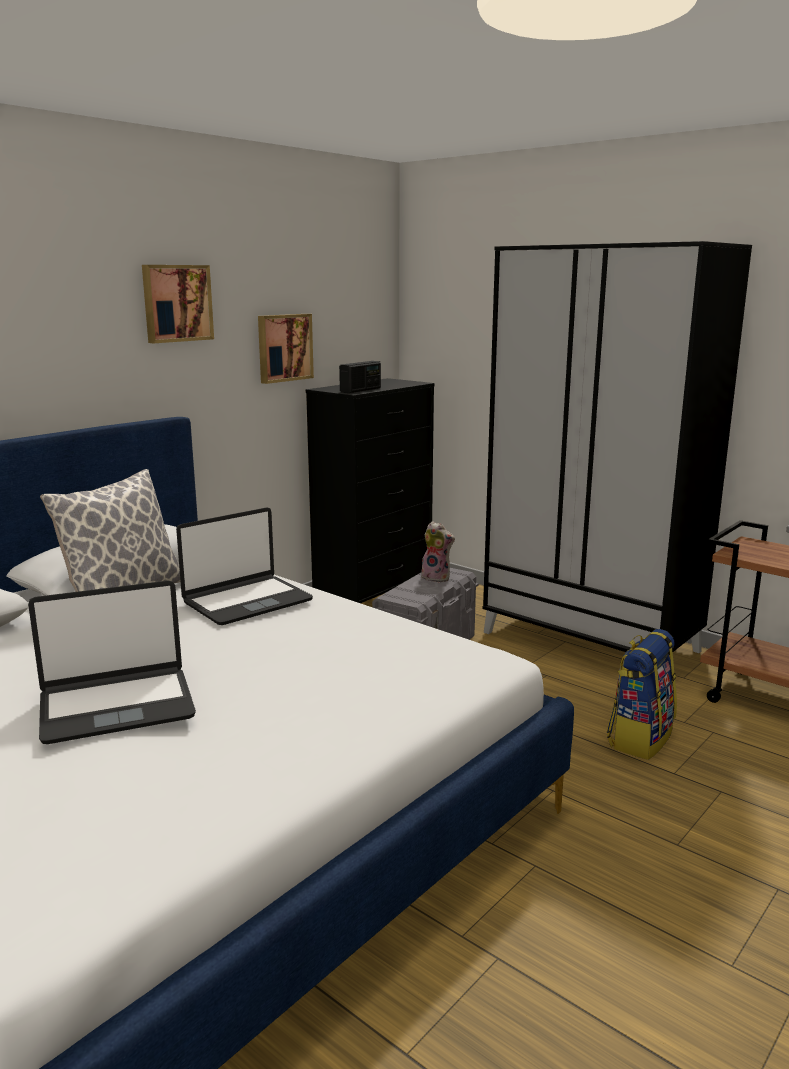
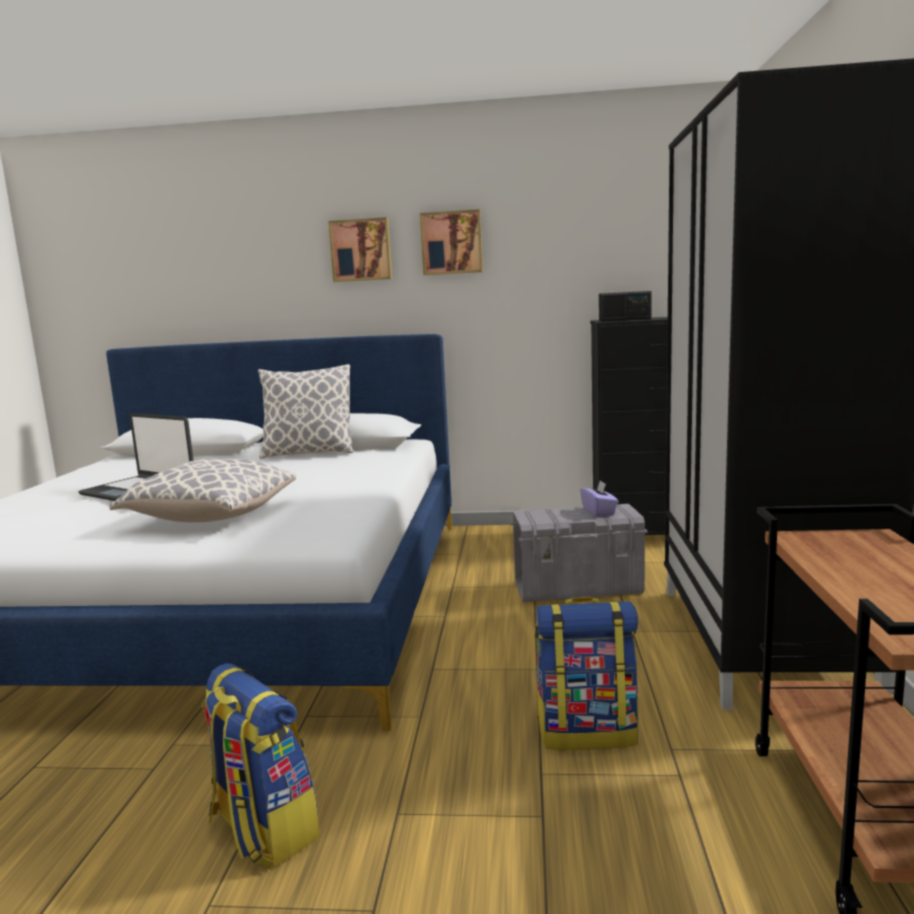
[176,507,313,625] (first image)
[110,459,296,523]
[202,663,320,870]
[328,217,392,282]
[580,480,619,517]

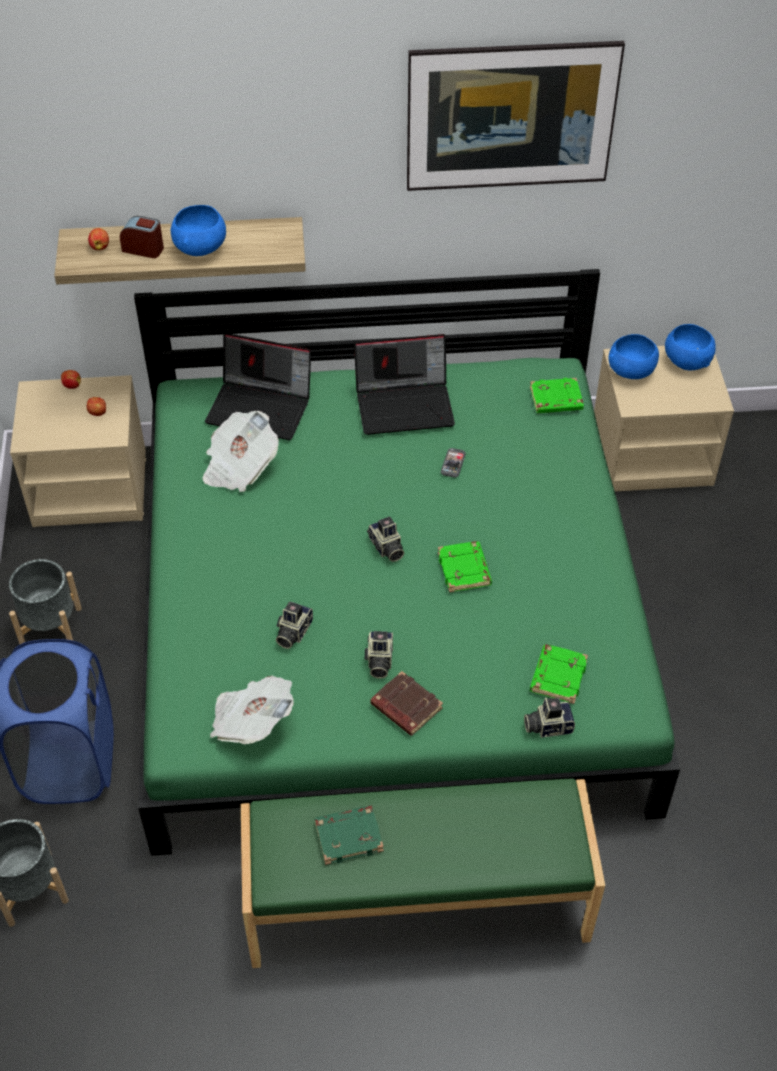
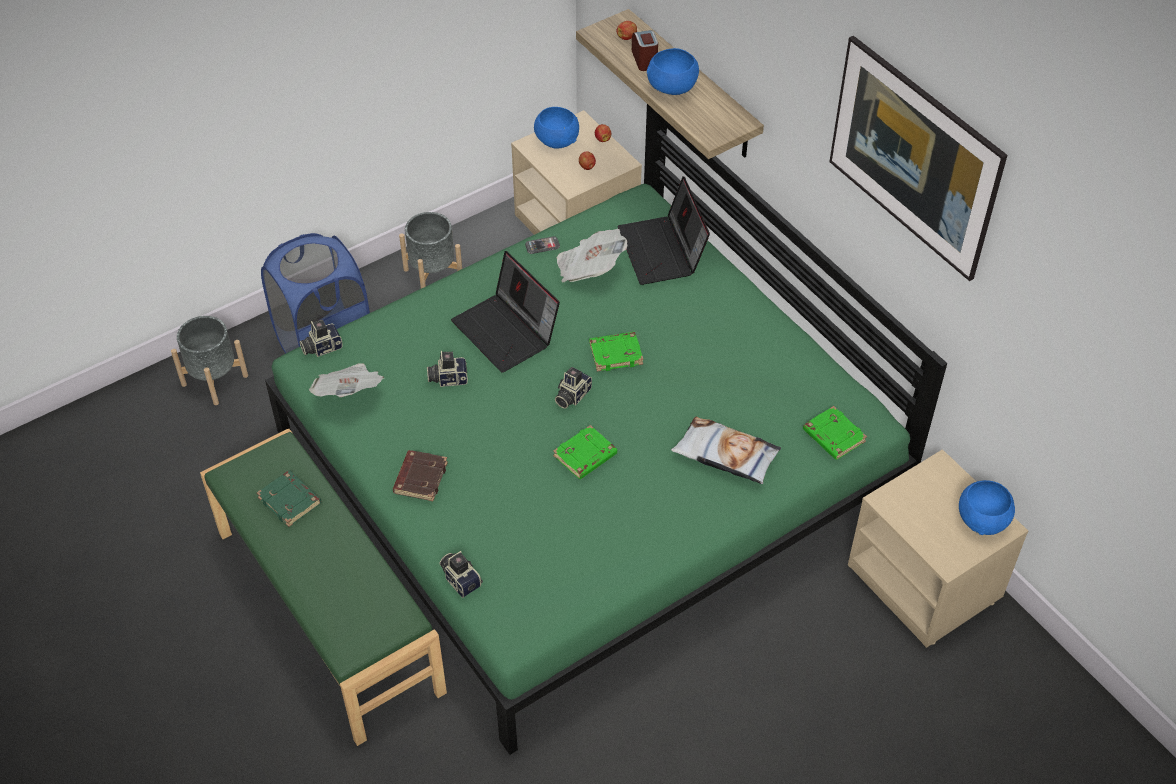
[671,416,781,484]
[451,251,560,373]
[299,319,343,357]
[525,236,560,254]
[589,332,644,372]
[534,107,579,149]

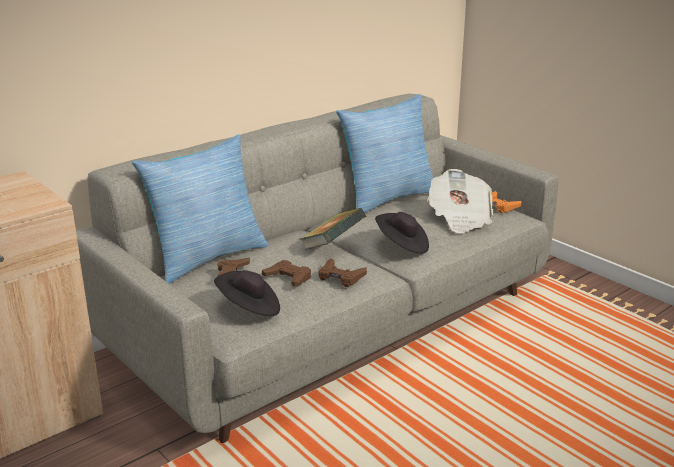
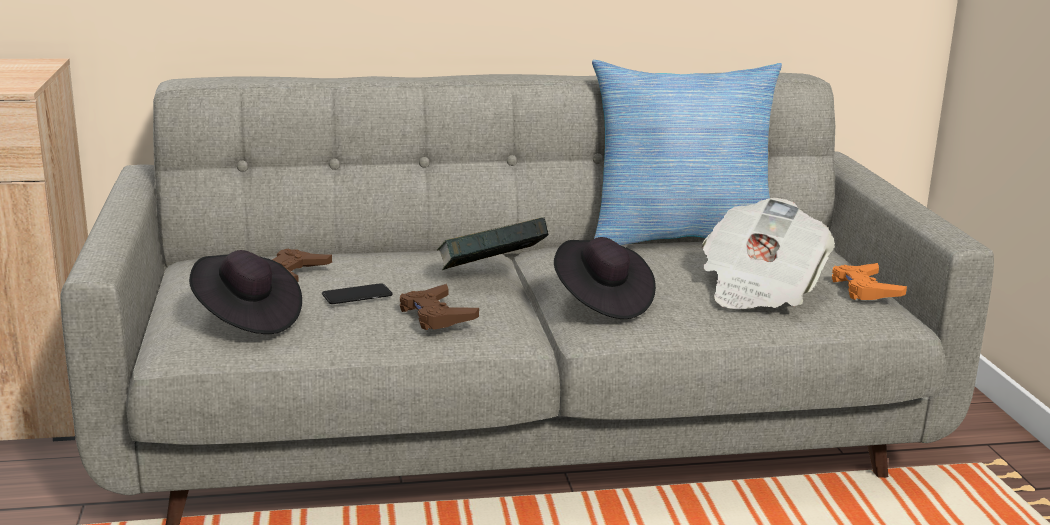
[132,134,269,284] (first image)
[322,283,393,304]

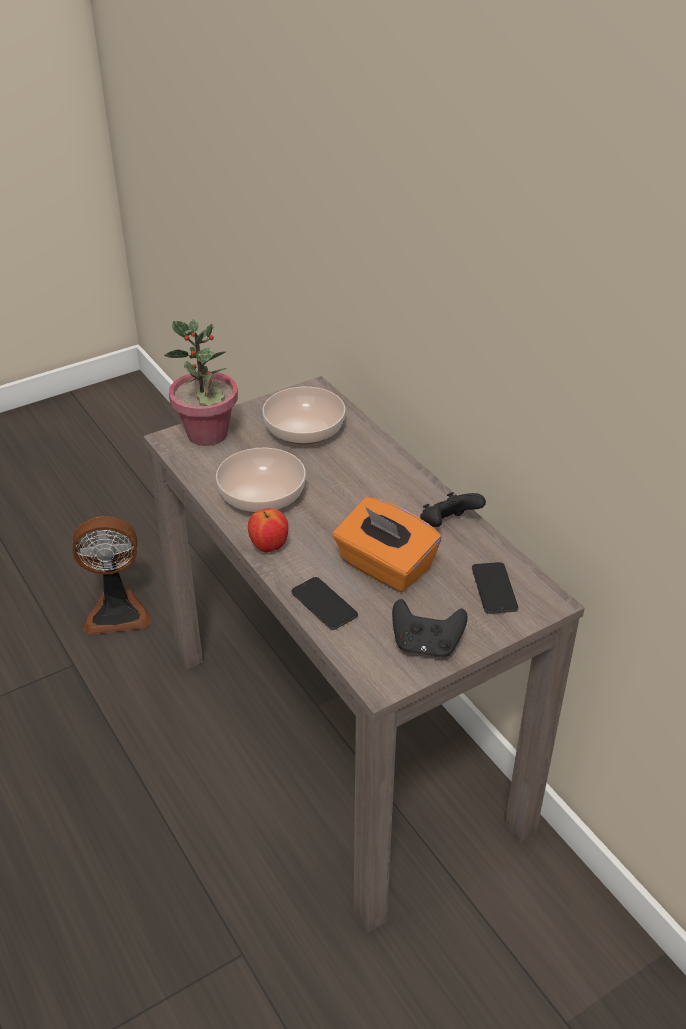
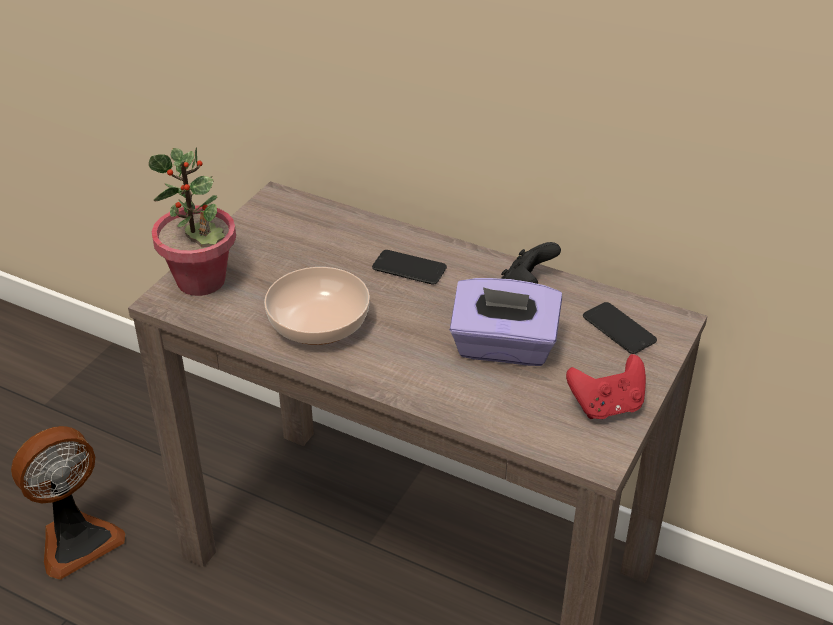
[248,508,288,553] (first image)
[262,387,346,445] (first image)
[372,250,447,285]
[450,278,562,366]
[566,354,646,419]

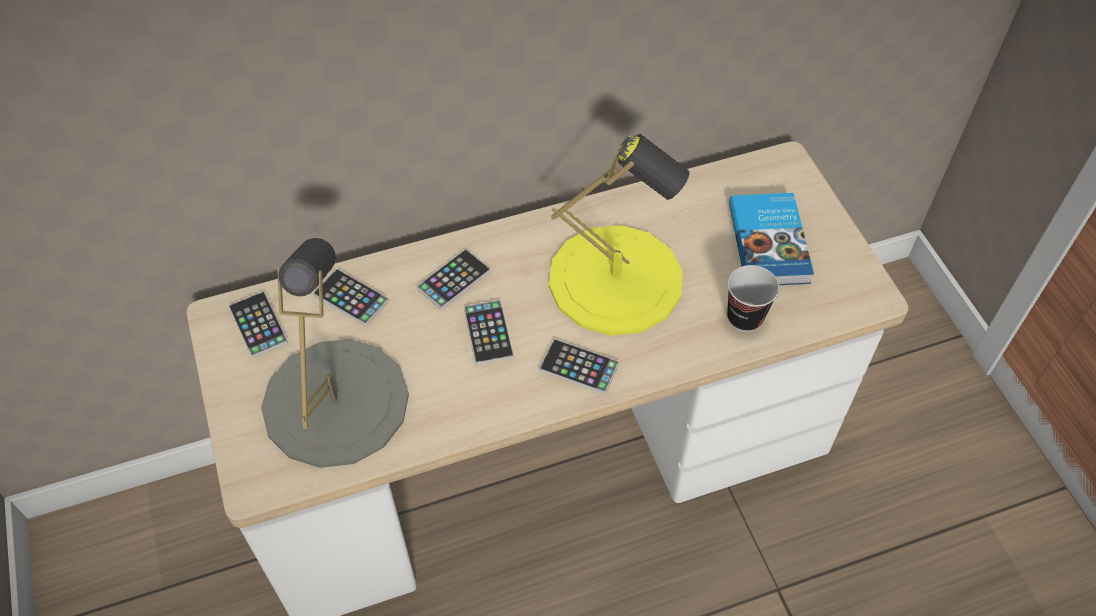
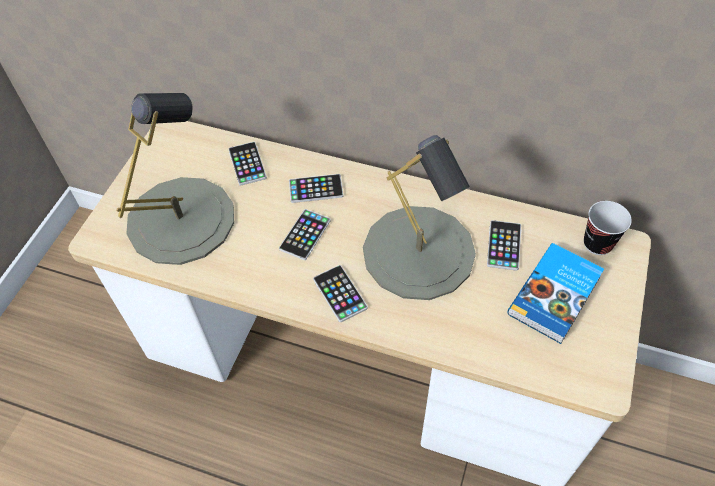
[487,220,521,271]
[584,201,632,255]
[363,135,476,300]

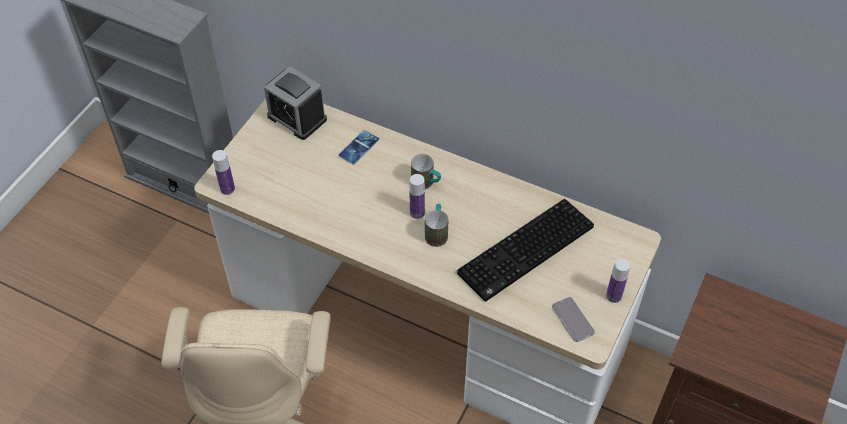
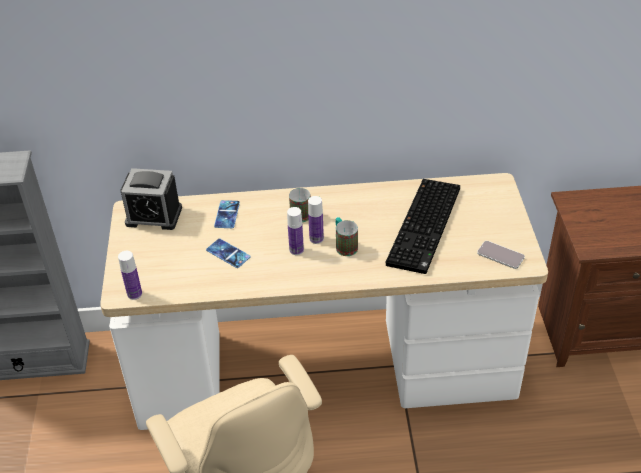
[206,239,251,268]
[287,207,304,255]

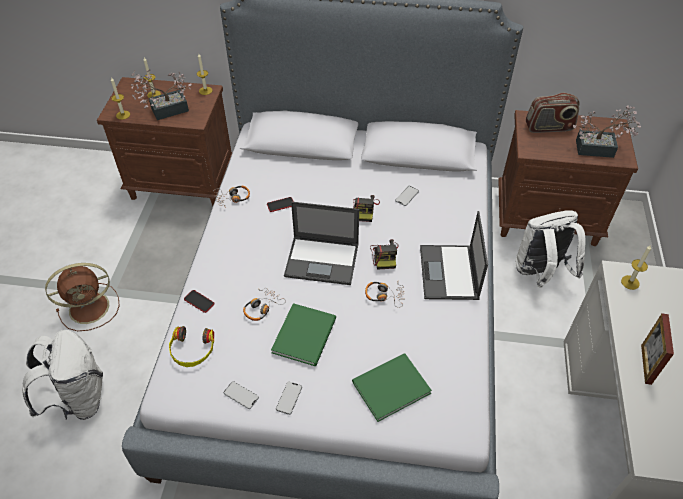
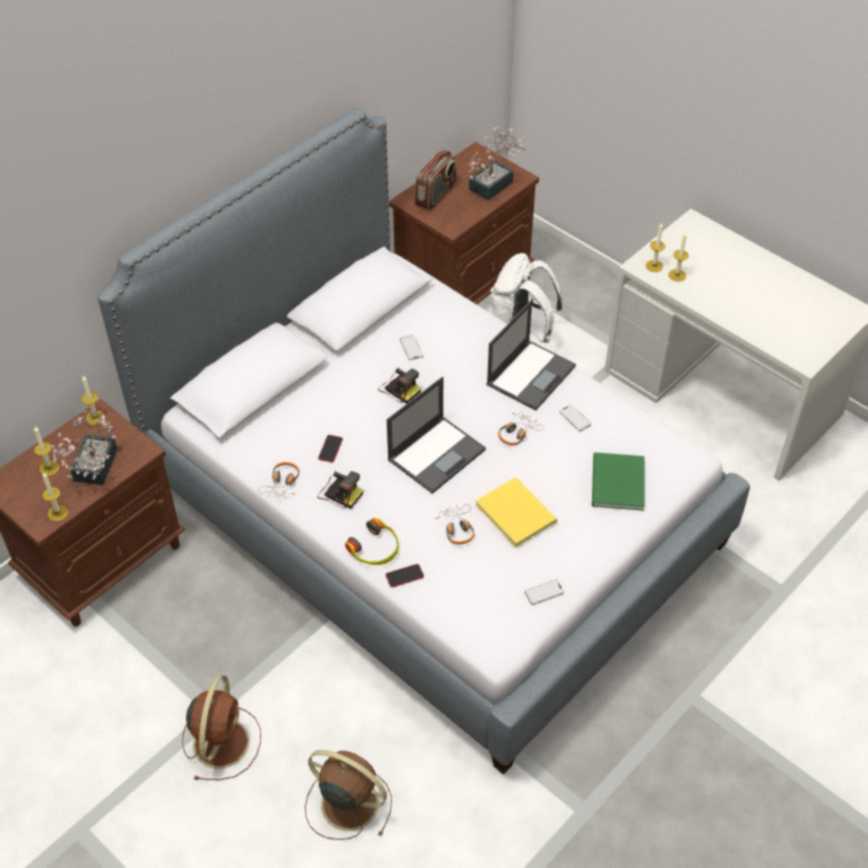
[641,313,674,385] (first image)
[668,232,689,281]
[345,518,399,565]
[559,405,591,432]
[317,471,363,509]
[305,750,392,840]
[475,477,557,547]
[486,300,576,411]

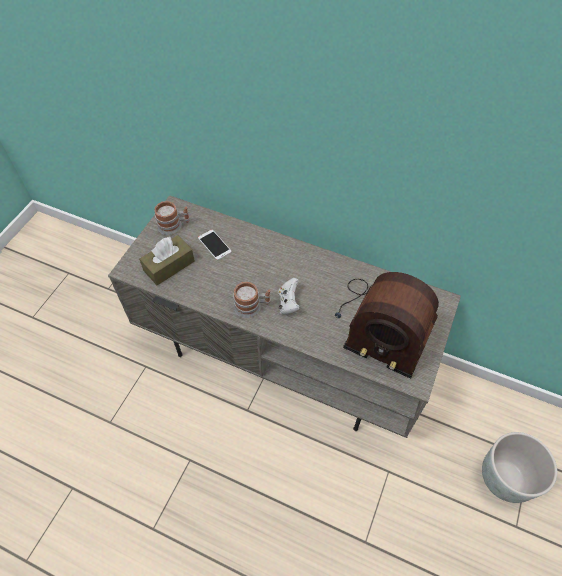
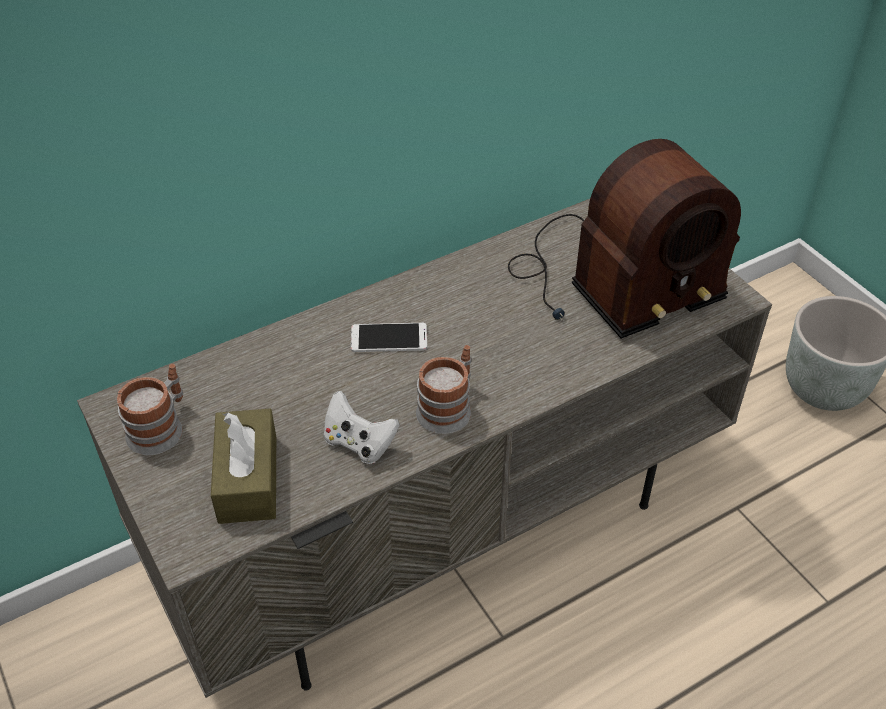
[351,323,427,352]
[324,391,400,464]

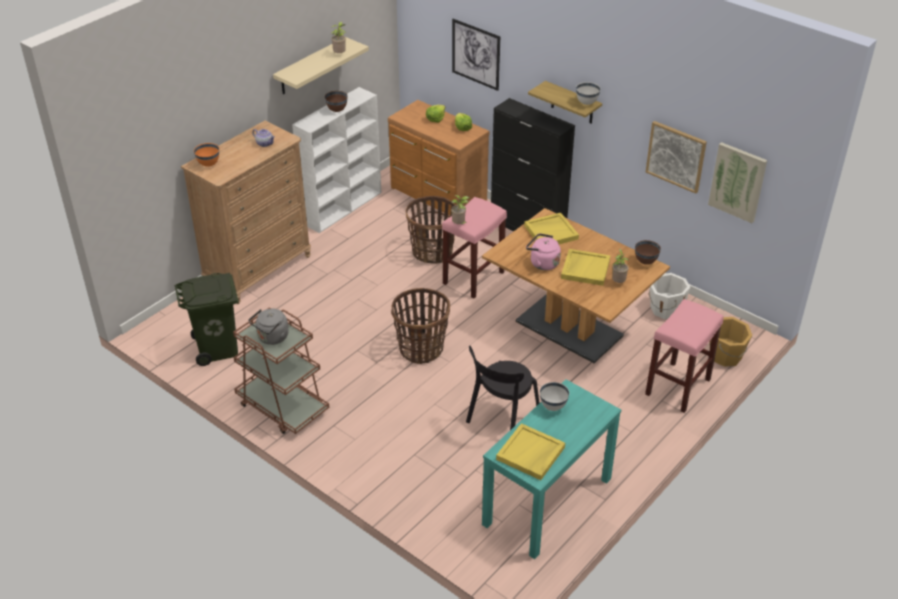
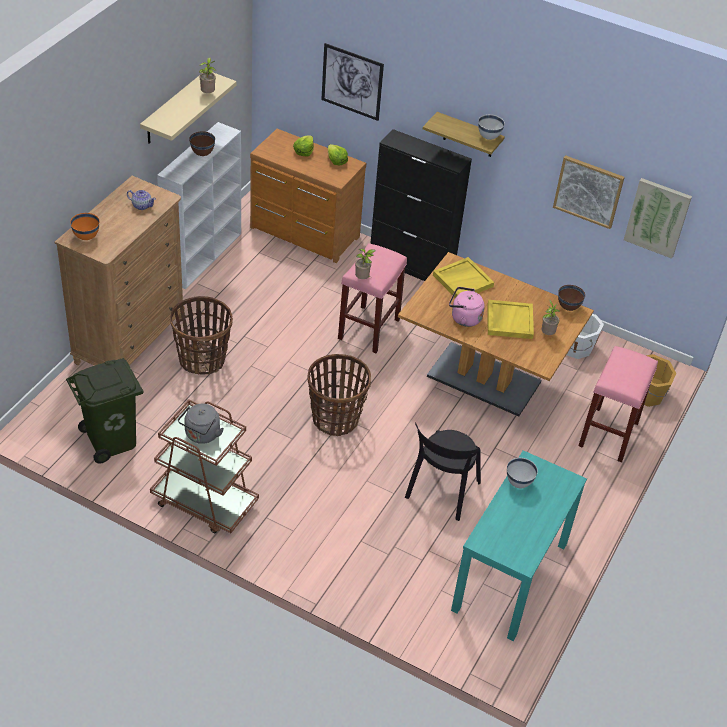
[496,423,565,480] (first image)
[170,296,233,374]

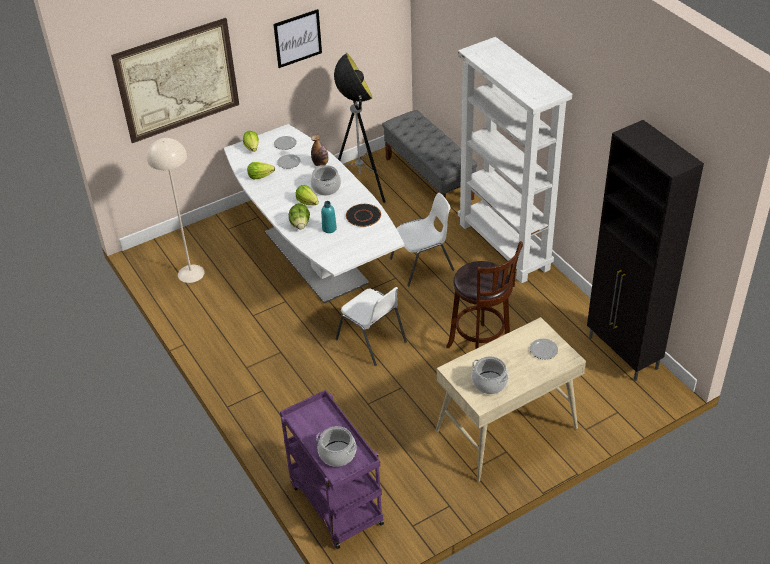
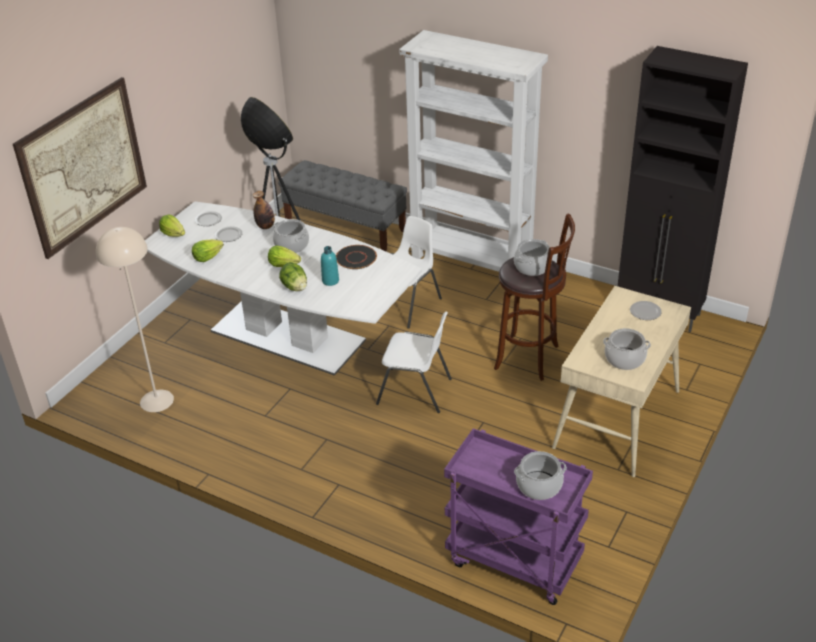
[273,9,322,68] (first image)
[514,239,552,276]

